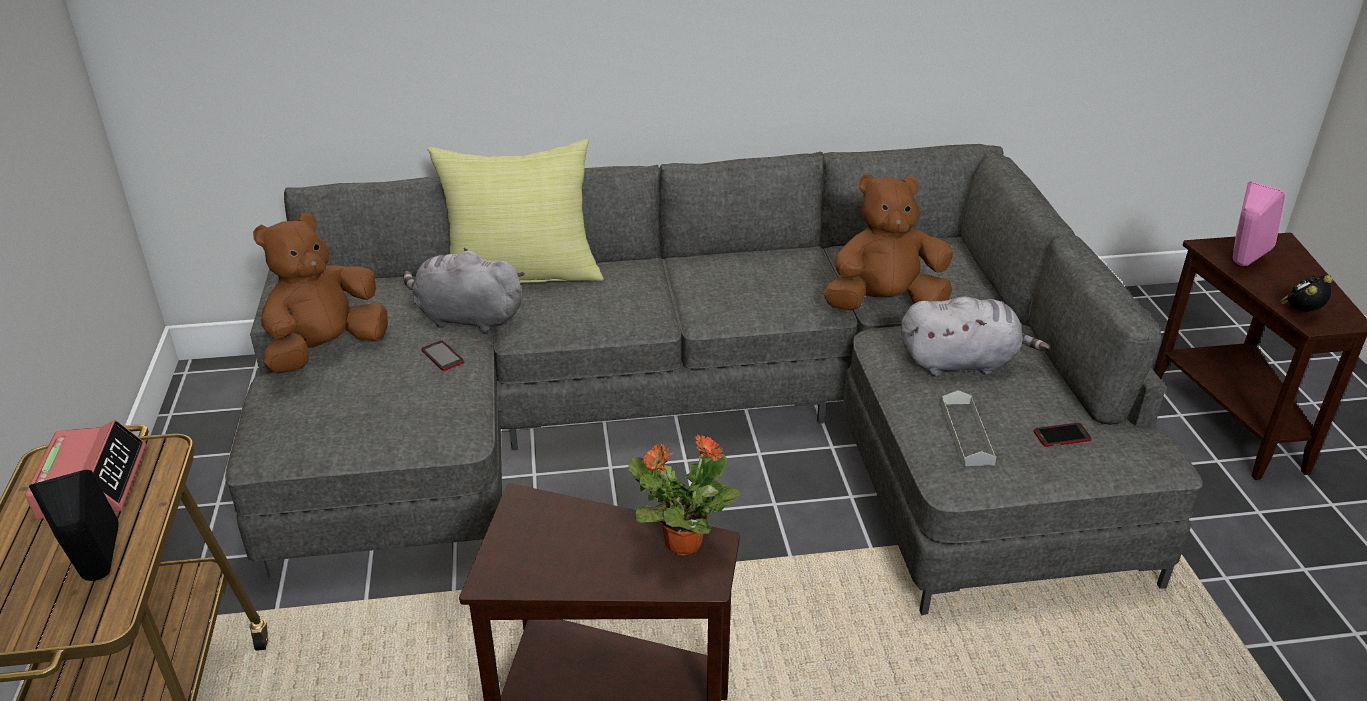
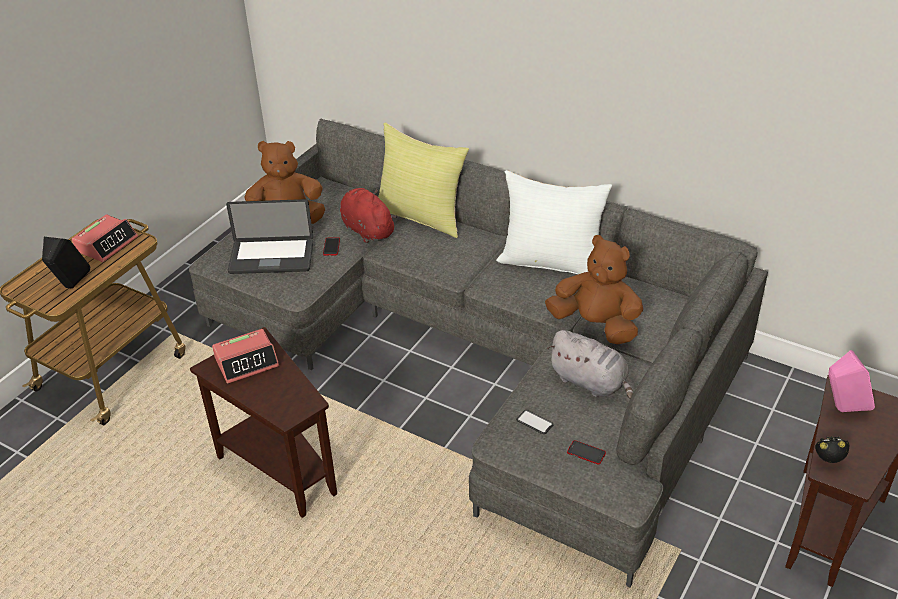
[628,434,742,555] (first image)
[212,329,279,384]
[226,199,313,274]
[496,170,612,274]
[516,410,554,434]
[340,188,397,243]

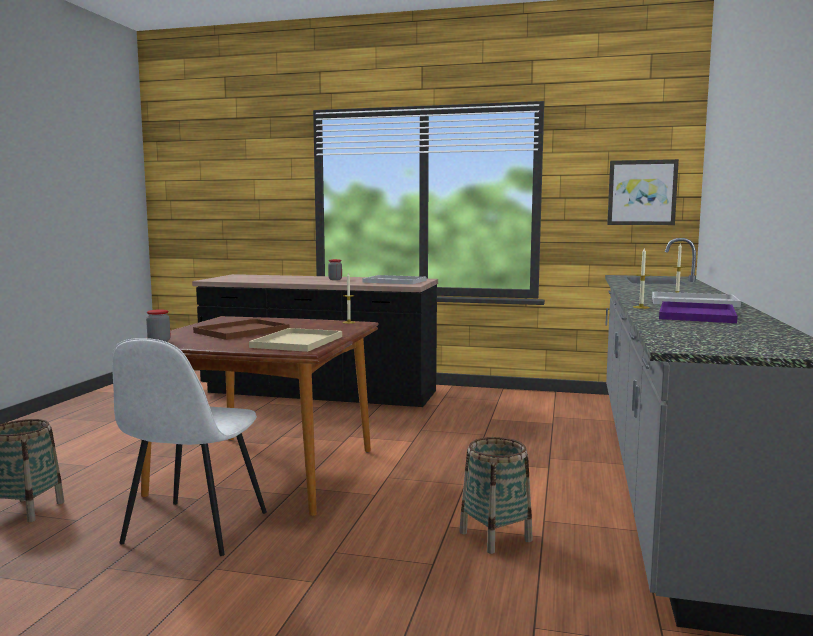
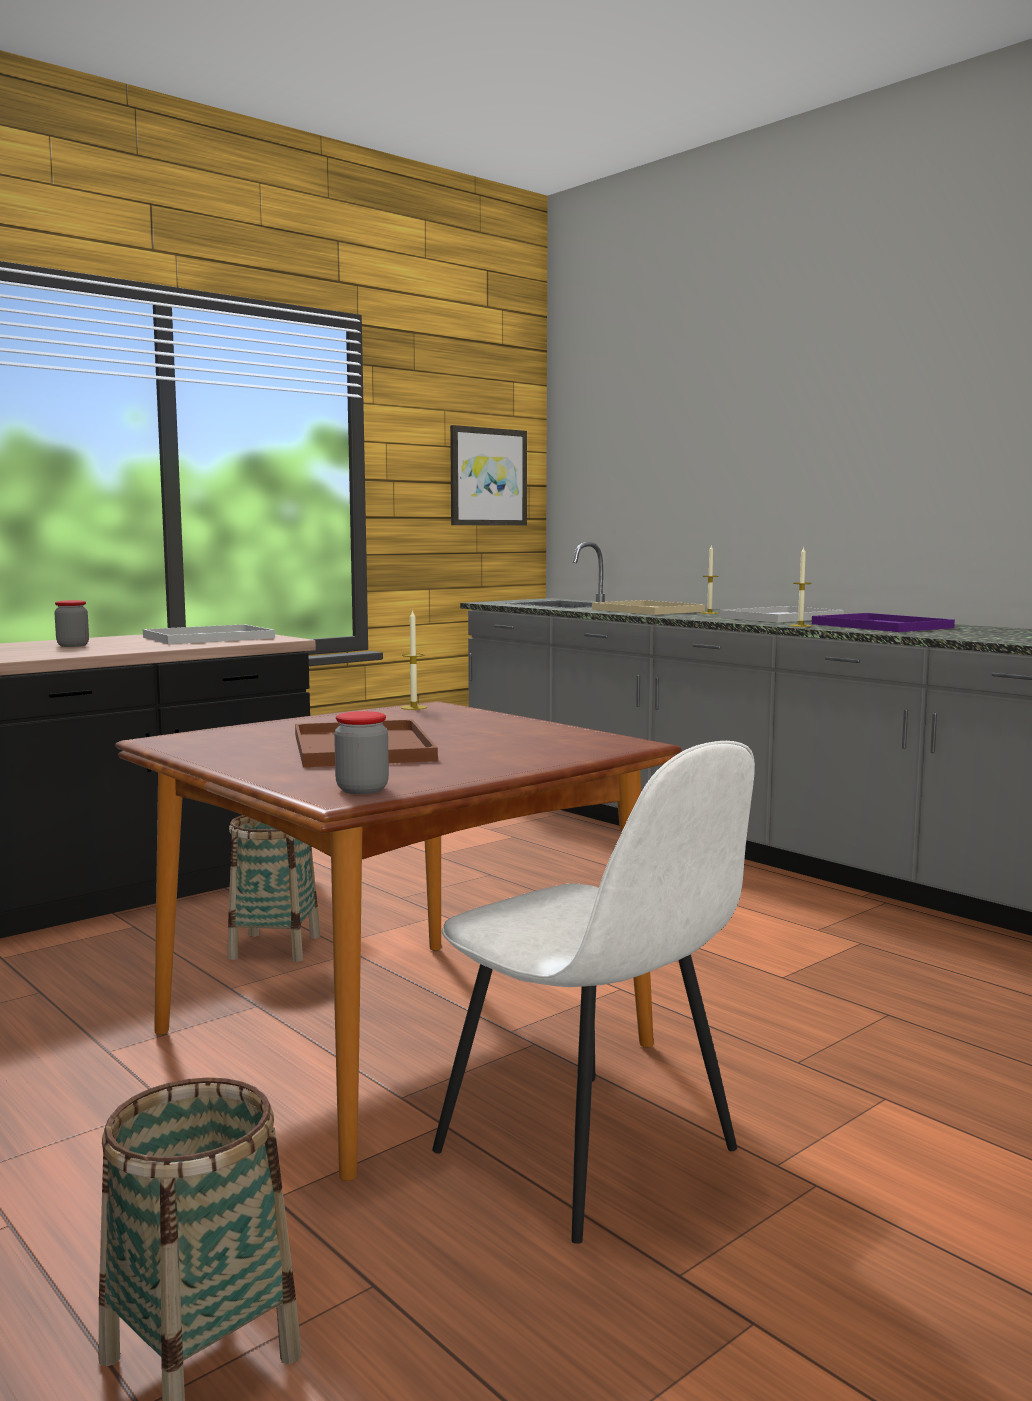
[592,600,705,615]
[228,815,320,962]

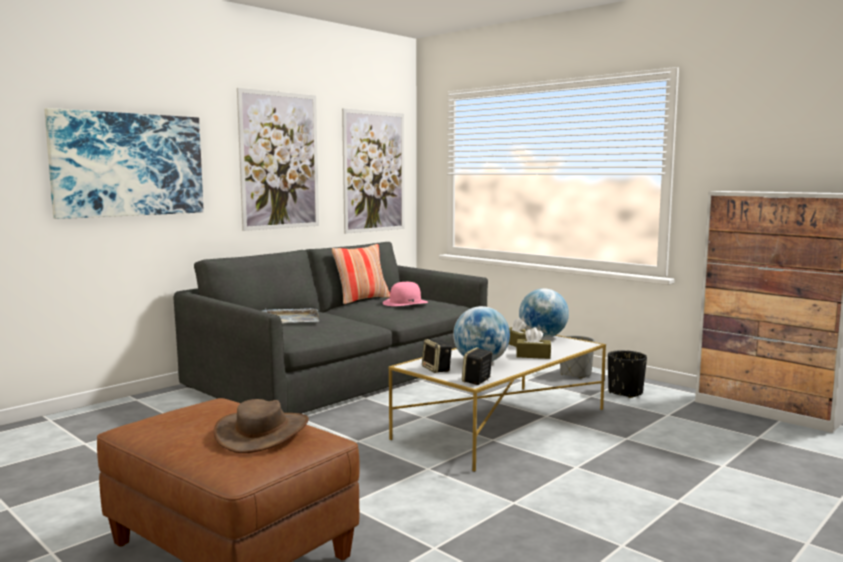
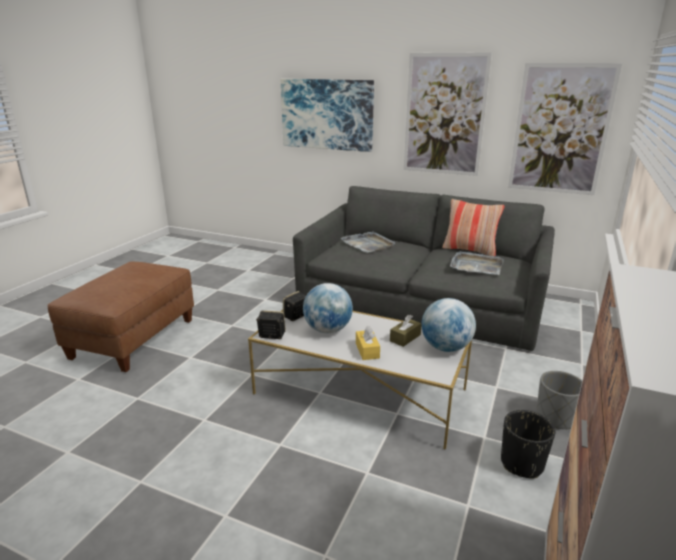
[214,399,309,453] (first image)
[450,251,504,275]
[356,325,380,360]

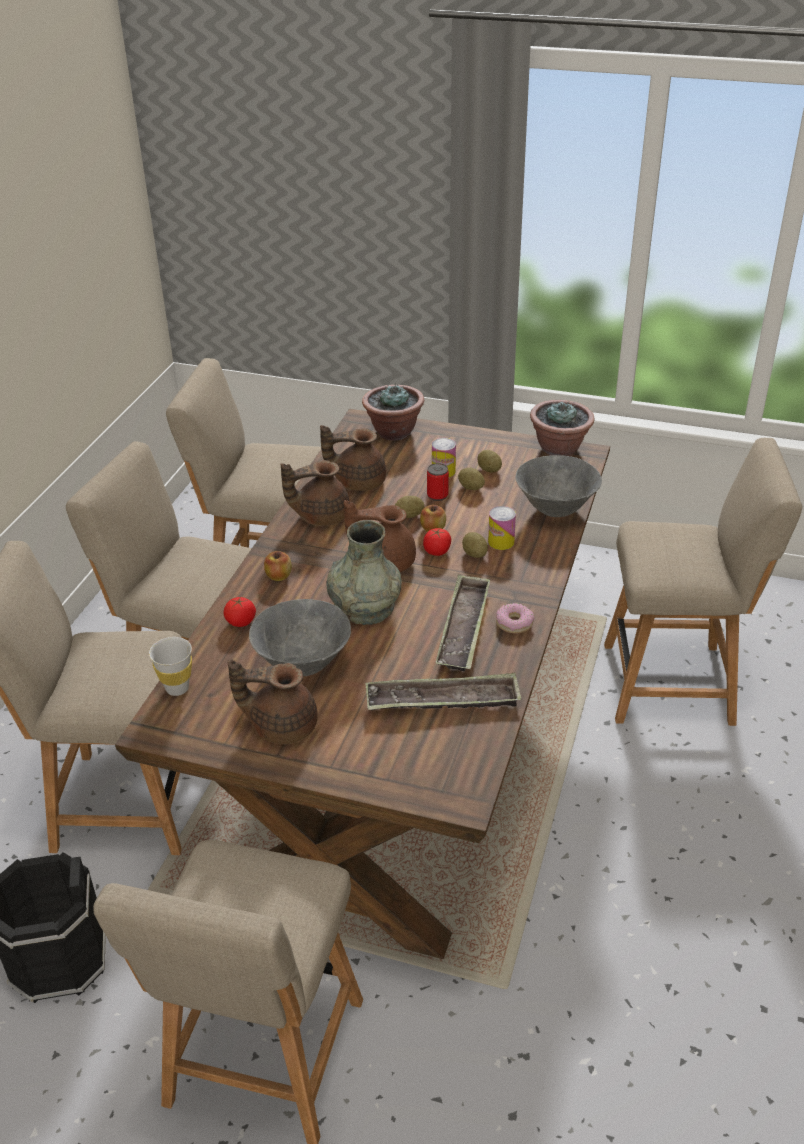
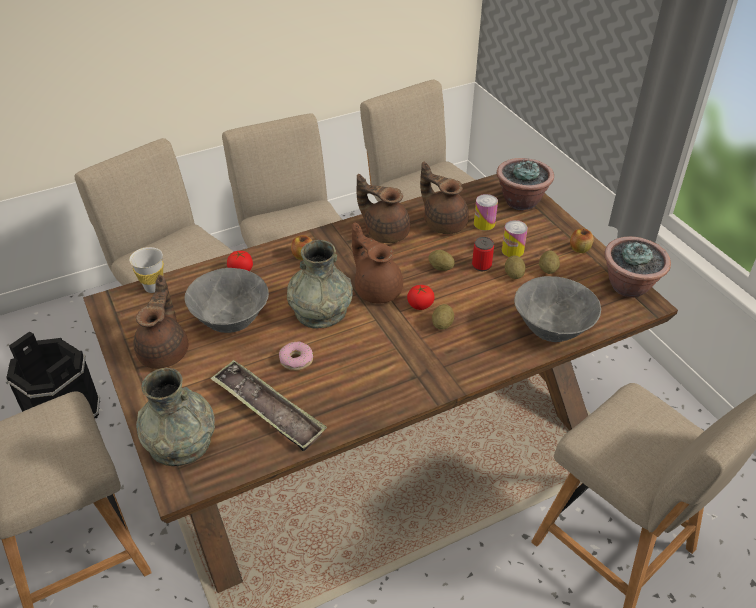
[435,574,490,671] (first image)
[136,368,215,466]
[570,229,594,253]
[474,194,498,231]
[279,341,313,371]
[134,275,189,369]

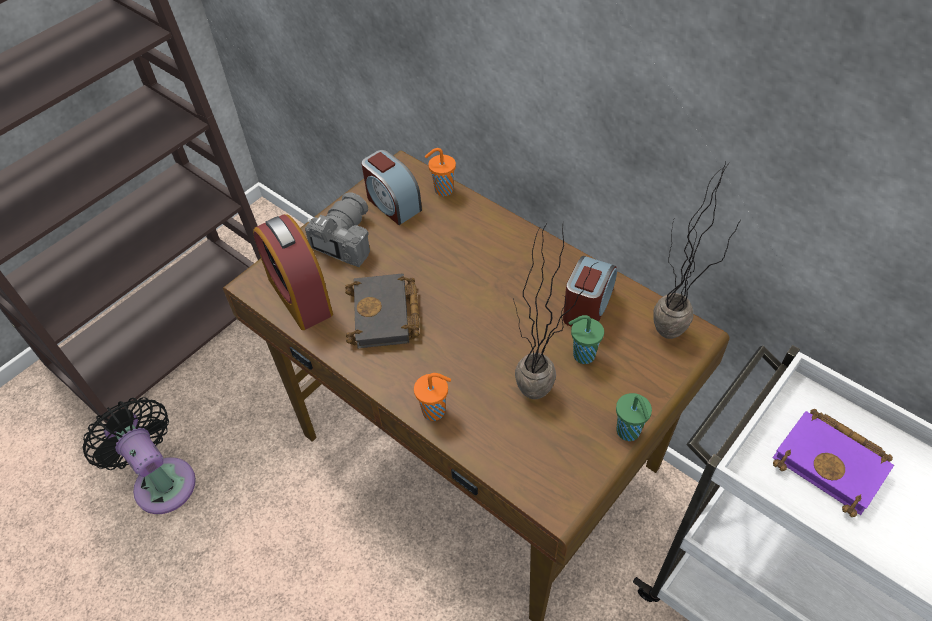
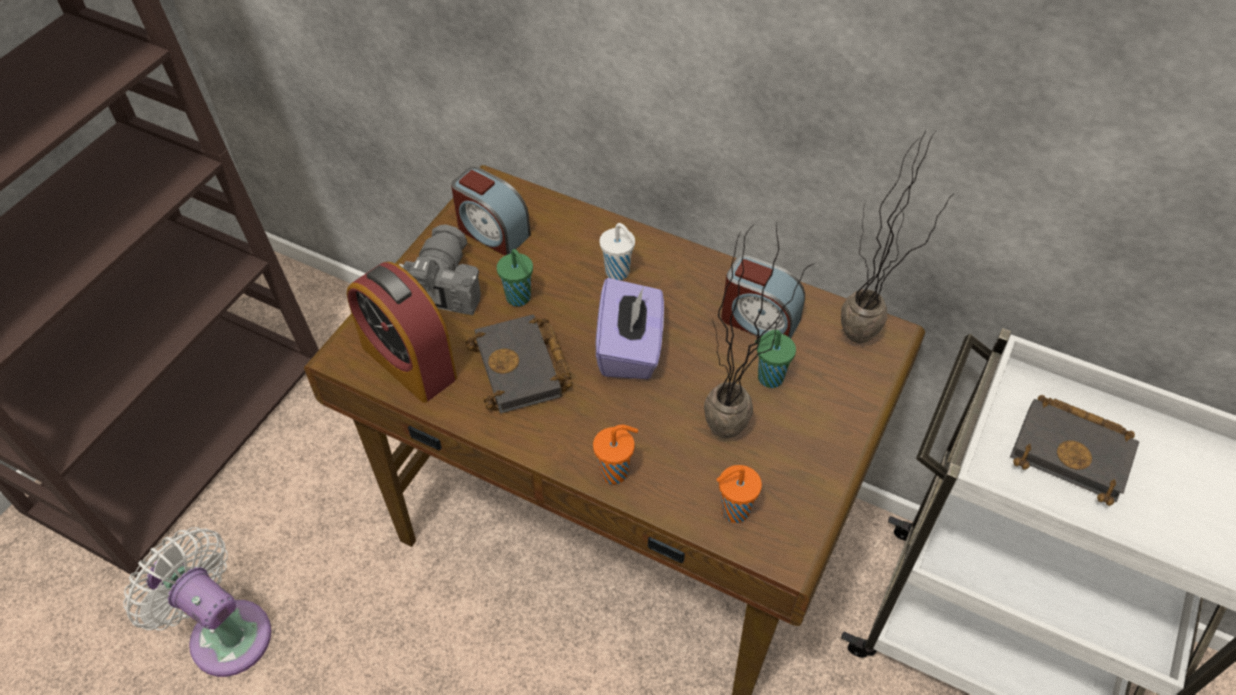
[596,278,664,379]
[600,223,635,280]
[717,465,762,523]
[497,249,533,306]
[124,527,271,677]
[1010,395,1139,506]
[721,255,805,338]

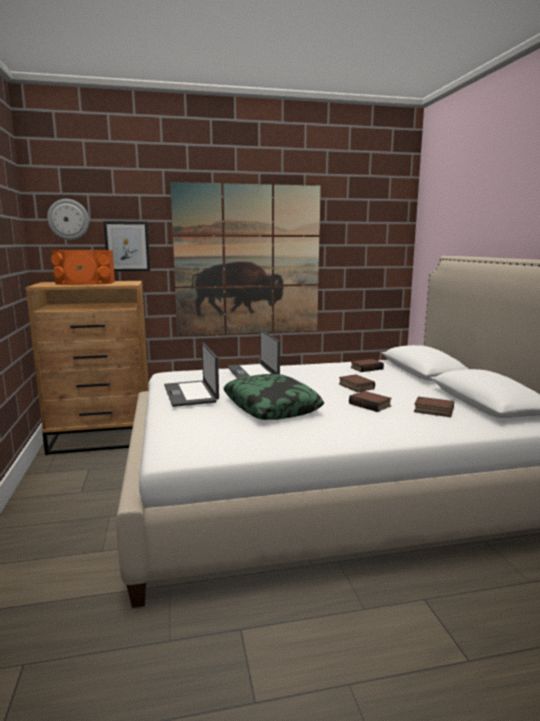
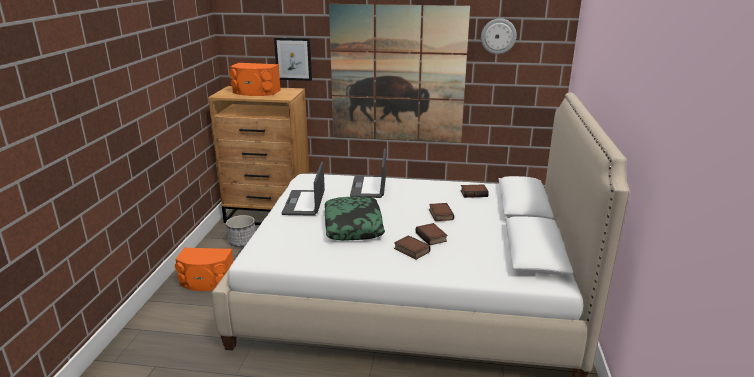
[175,248,233,291]
[226,215,255,247]
[481,18,517,54]
[394,235,431,260]

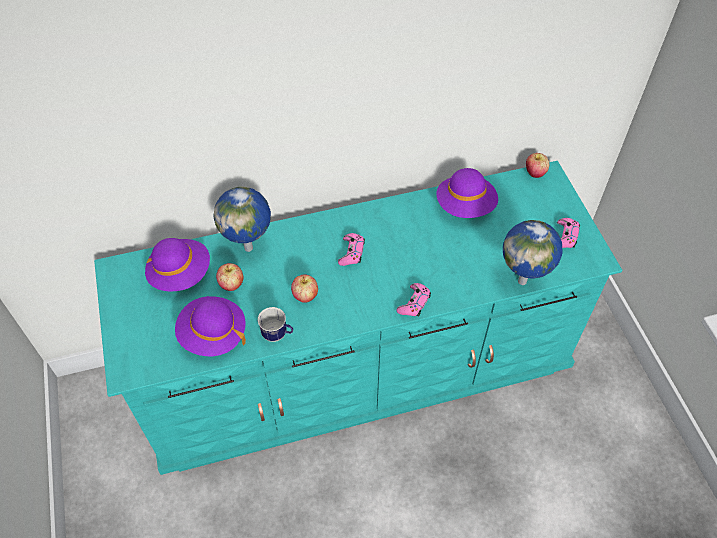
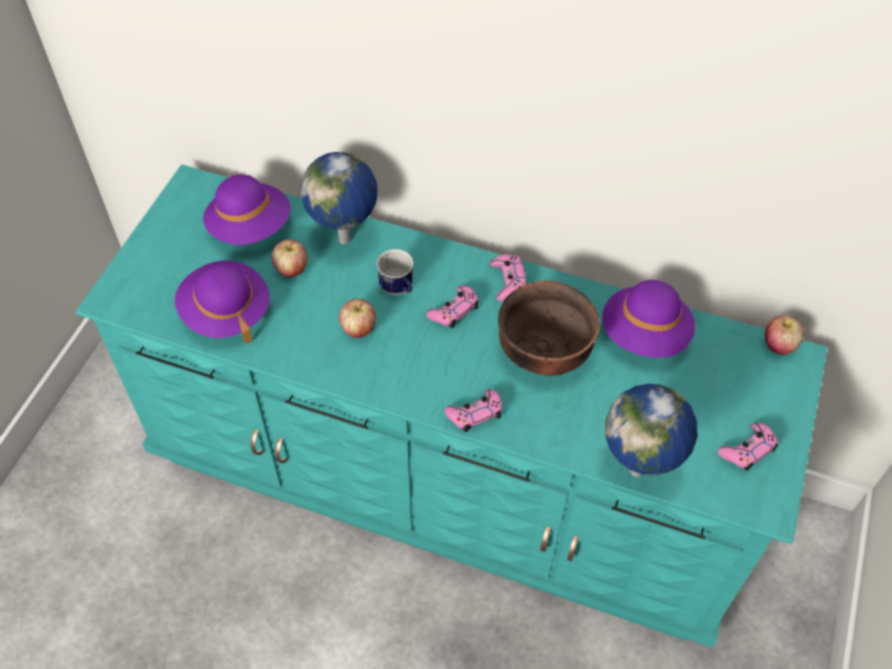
[489,254,527,302]
[498,280,600,376]
[377,249,413,295]

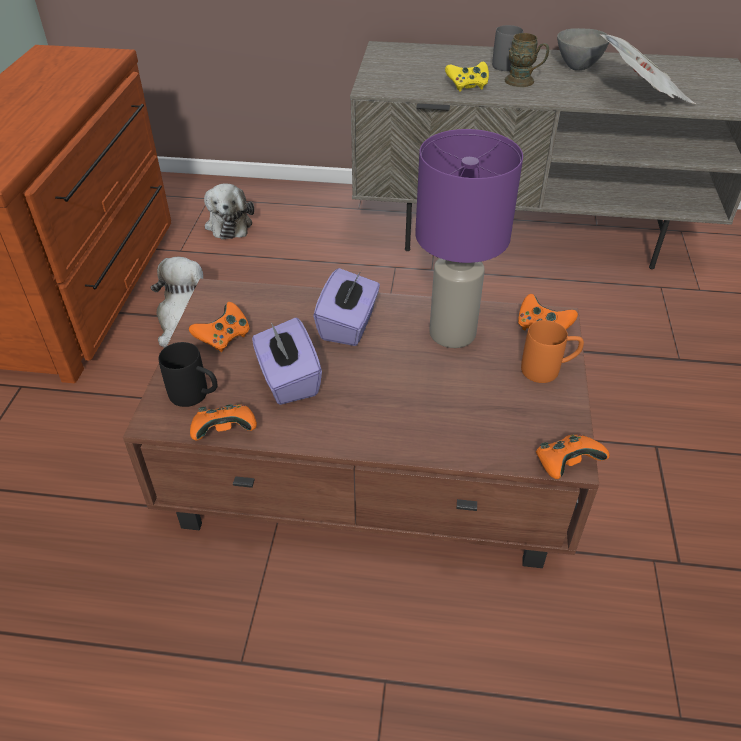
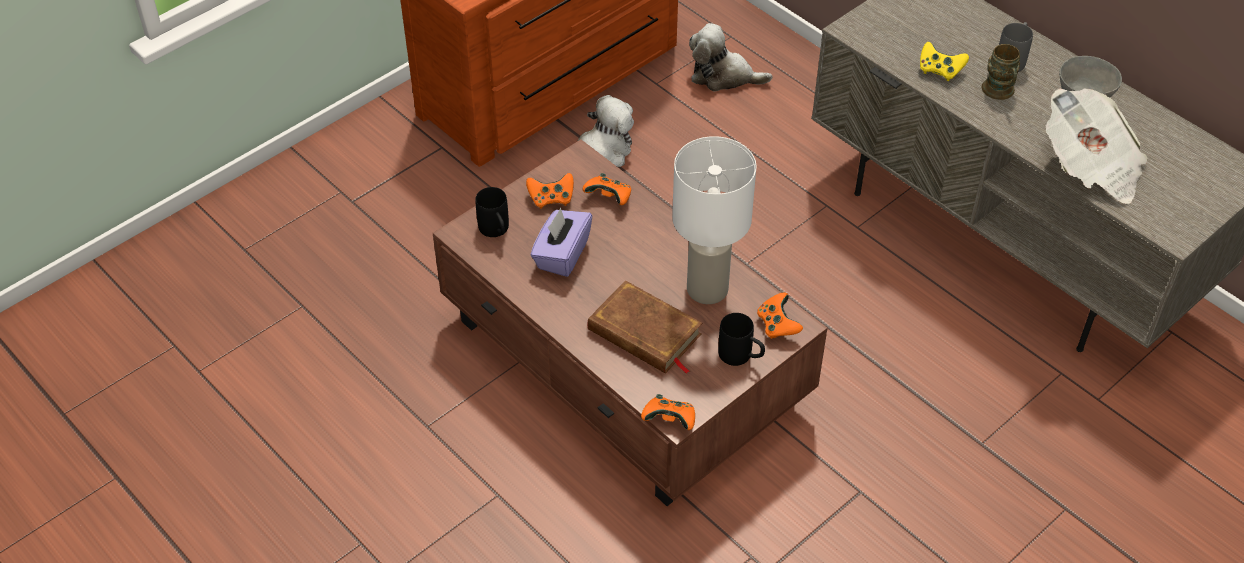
[313,268,380,346] (first image)
[588,280,702,374]
[583,173,631,205]
[672,136,757,304]
[718,313,765,366]
[689,23,772,91]

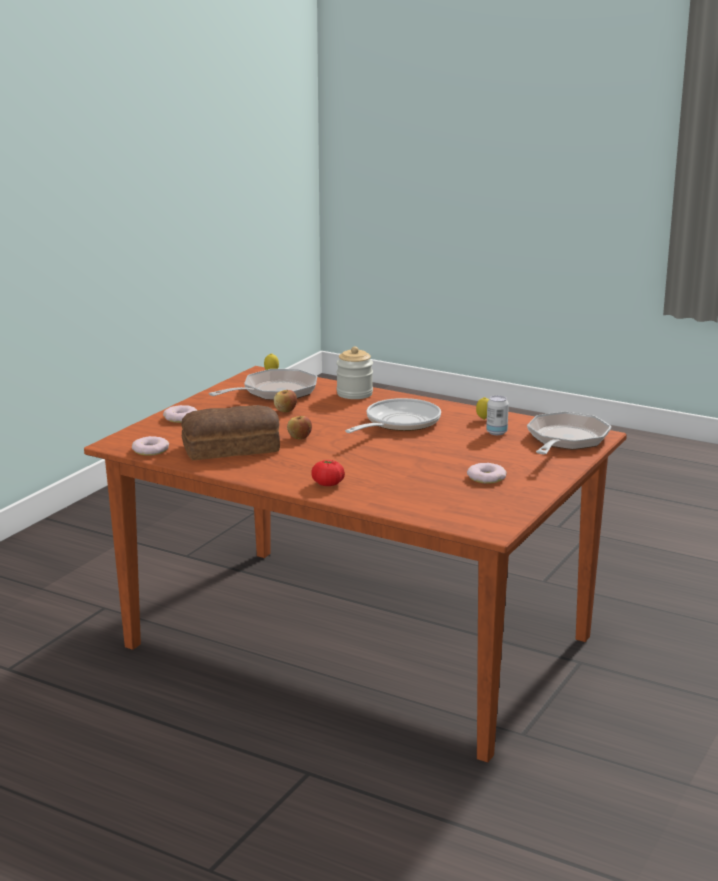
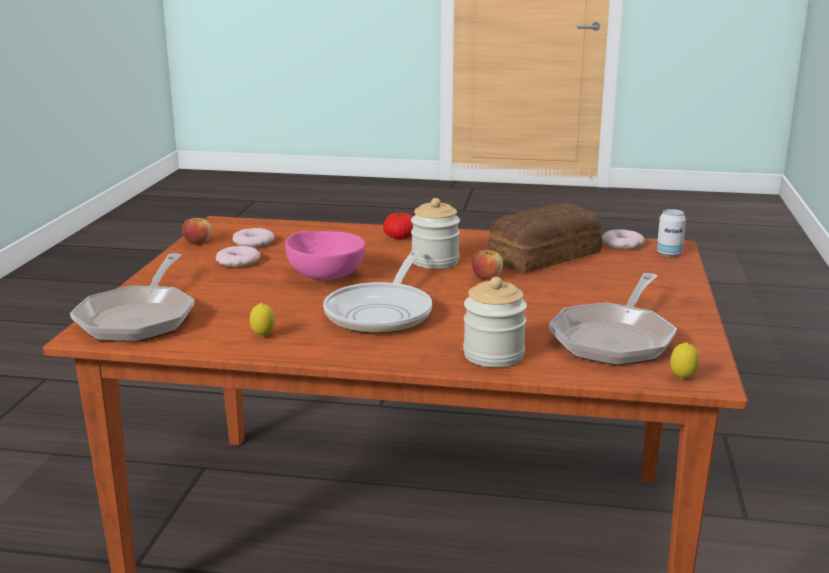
[285,231,365,280]
[411,198,460,269]
[233,228,275,248]
[182,216,211,245]
[657,209,686,257]

